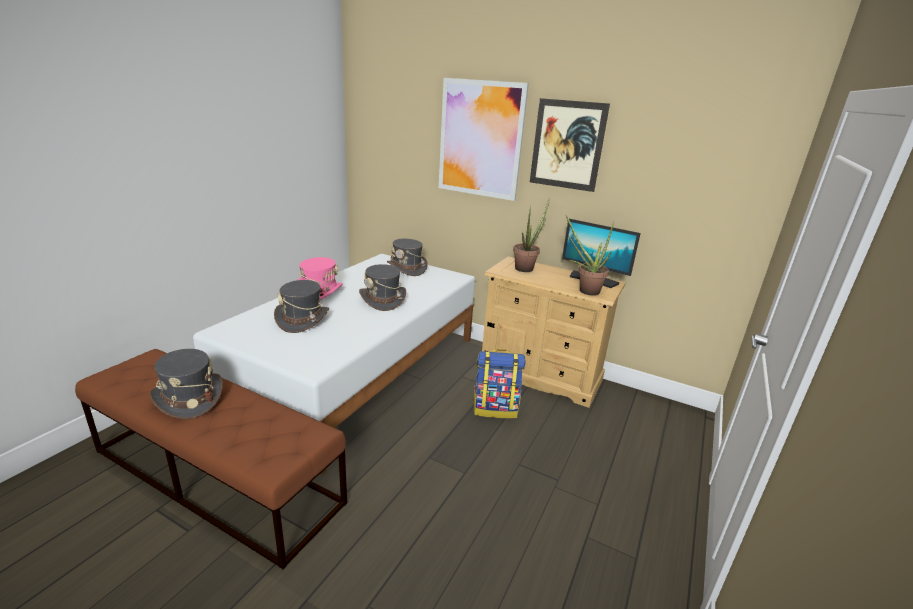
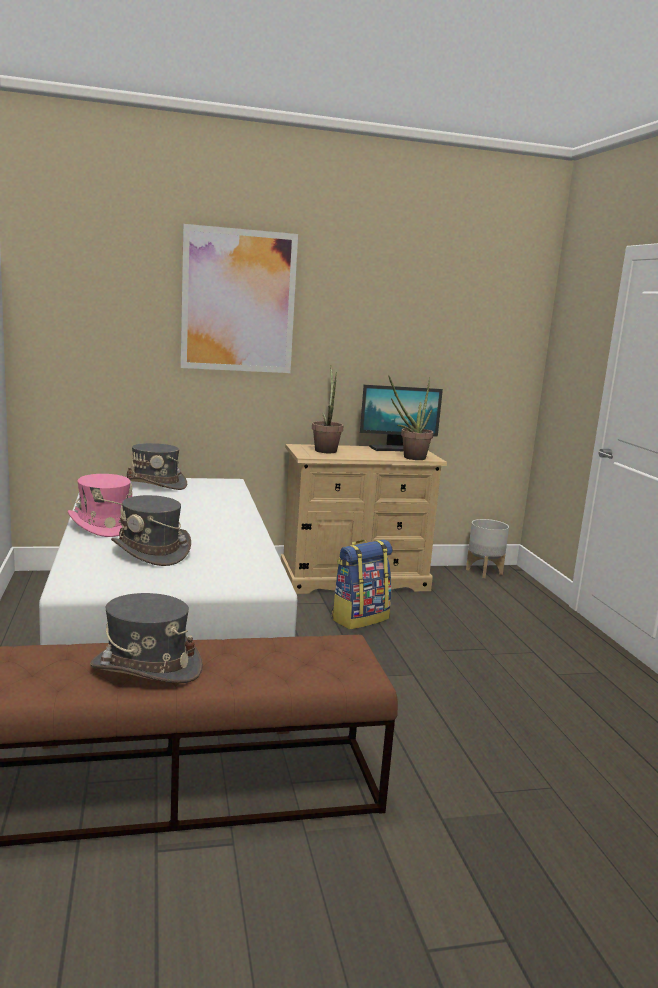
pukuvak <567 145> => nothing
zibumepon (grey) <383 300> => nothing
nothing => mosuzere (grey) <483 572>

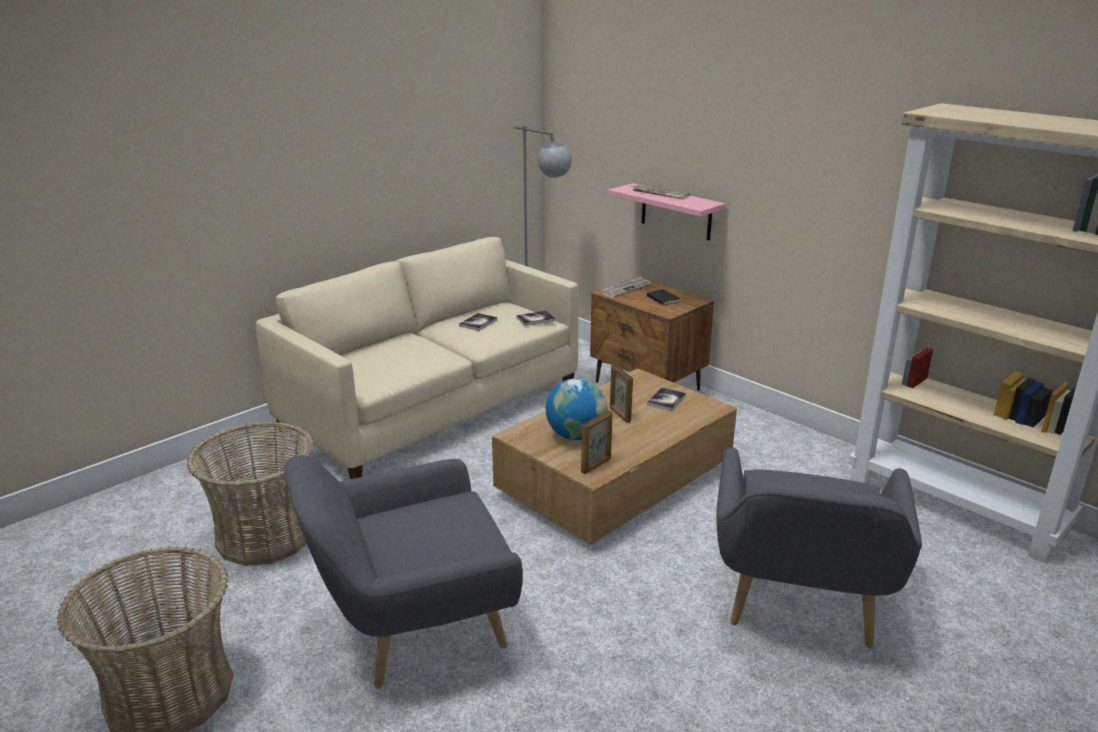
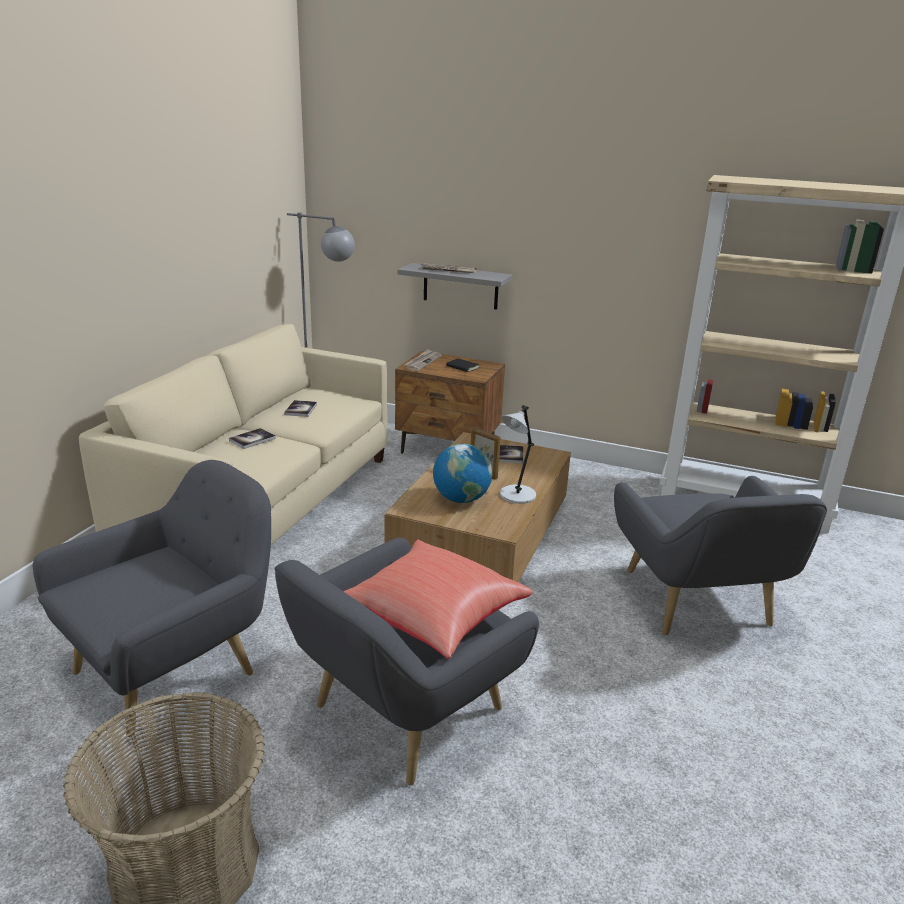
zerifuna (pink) <676 212> => zerifuna (grey) <460 286>
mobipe <535 319> => mobipe <252 439>, moved
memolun <596 465> => nothing
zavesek <266 535> => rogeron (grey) <174 666>
nothing => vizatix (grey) <516 496>
nothing => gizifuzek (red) <432 618>

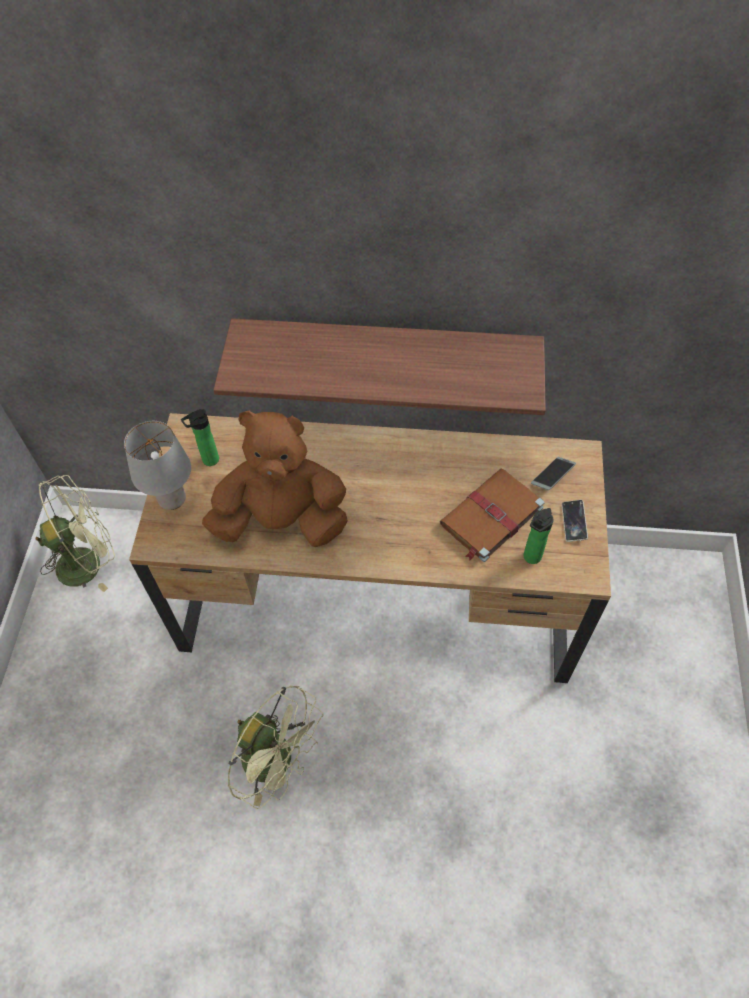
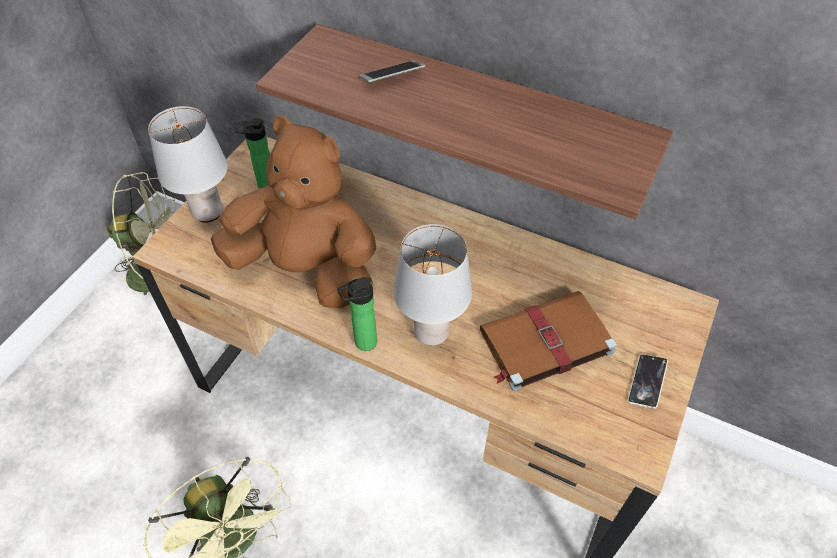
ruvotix <552 476> => ruvotix <392 77>, moved
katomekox <530 558> => katomekox <362 343>, moved
nothing => vizatix (grey) <430 332>

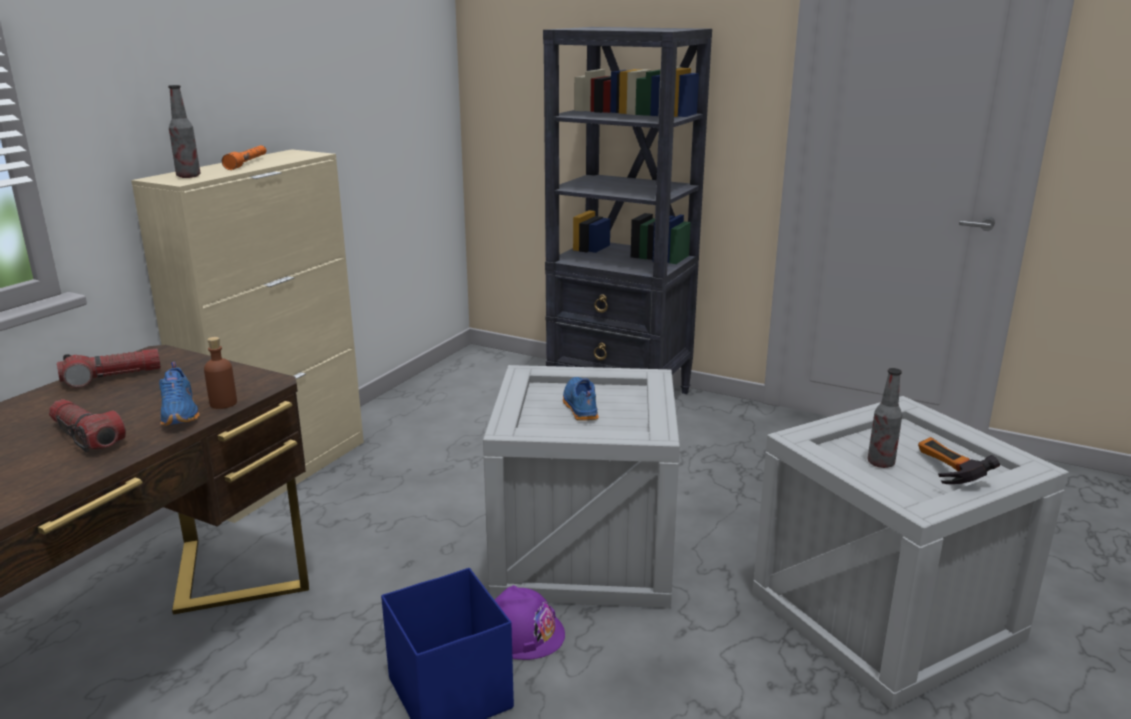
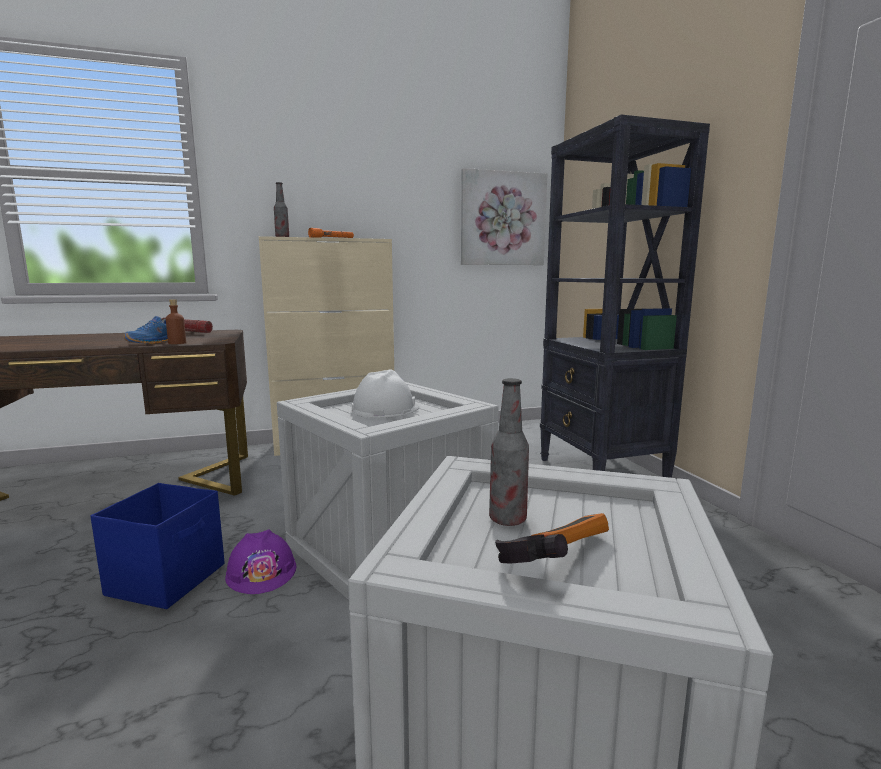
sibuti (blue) <579 407> => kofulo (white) <385 409>
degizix <86 436> => nothing
nothing => pukuvak <502 219>

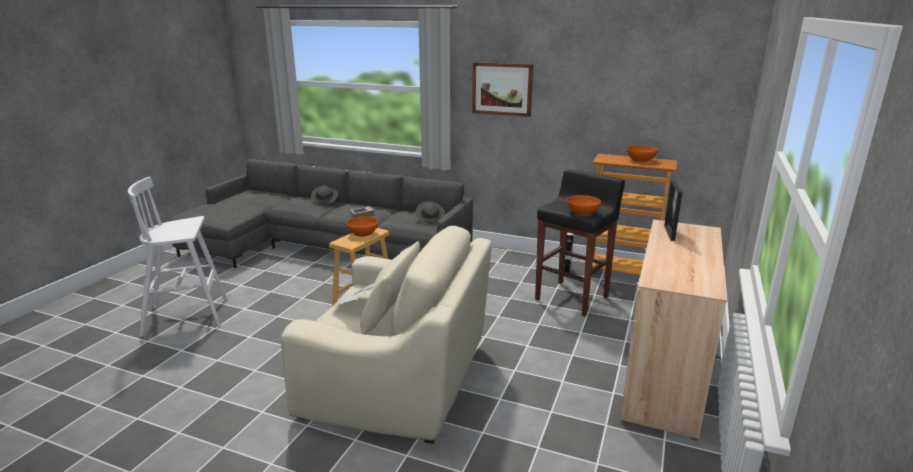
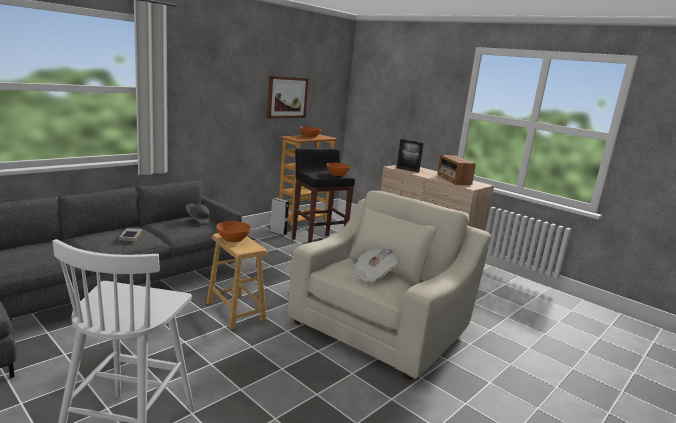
pukuvak <502 89> => pukuvak <287 97>, moved
zibumepon (grey) <325 201> => nothing
nothing => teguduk <453 180>

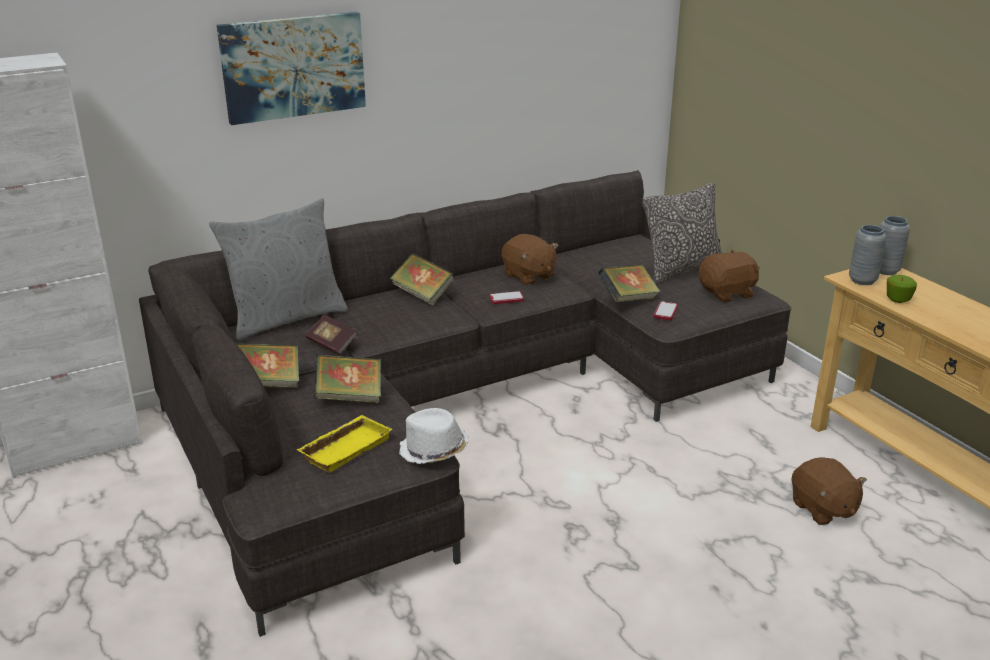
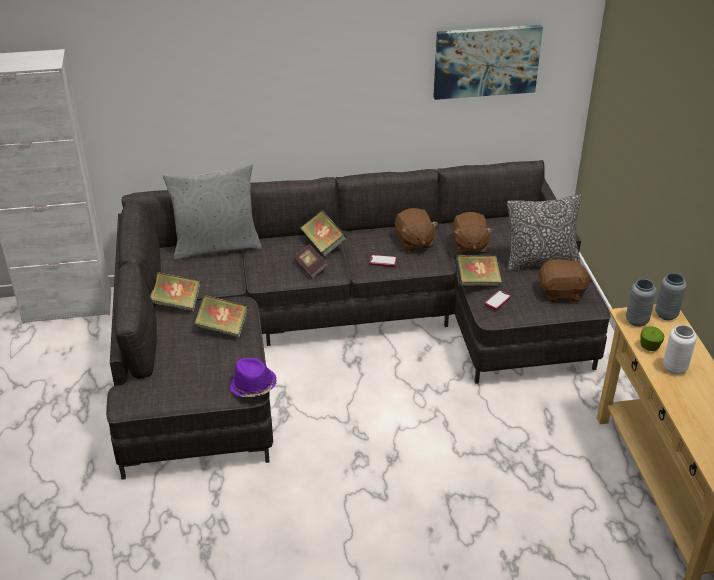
pukuvak <293 67> => pukuvak <486 61>, moved
mobipe <332 344> => mobipe <310 267>, moved
zibumepon (white) <433 450> => zibumepon (purple) <253 386>
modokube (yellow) <345 447> => nothing
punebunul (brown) <822 509> => punebunul (brown) <469 246>, moved
nothing => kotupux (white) <674 368>

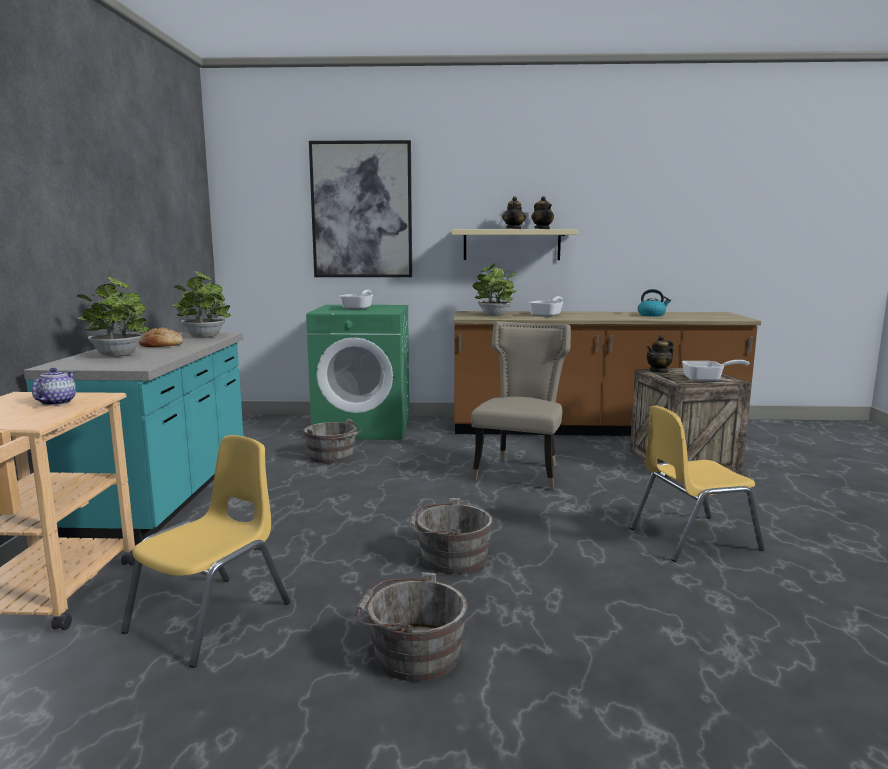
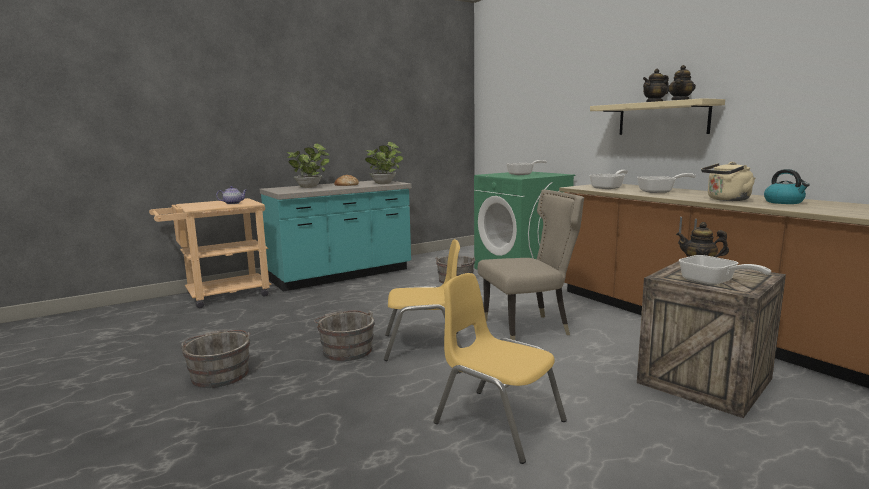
pukuvak <362 210> => nothing
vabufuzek <494 315> => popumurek <609 188>
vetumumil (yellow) <211 618> => vetumumil (yellow) <423 346>, moved
nothing => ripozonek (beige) <726 200>

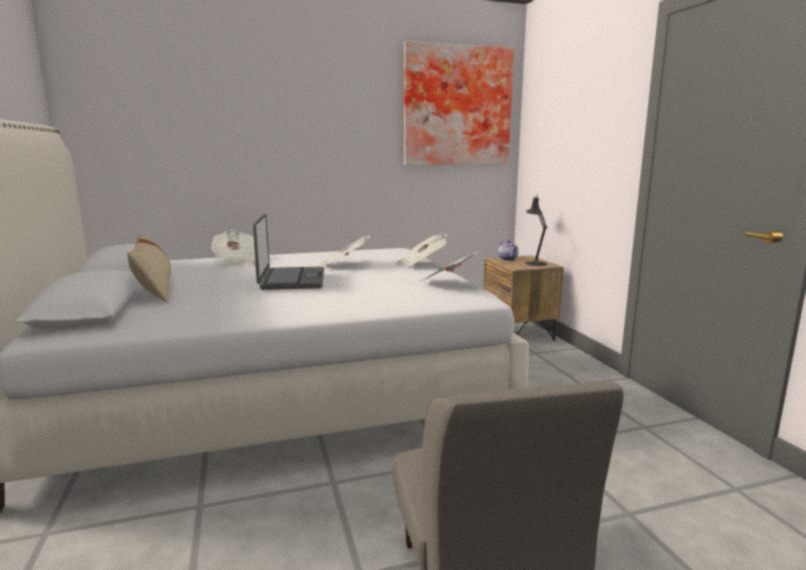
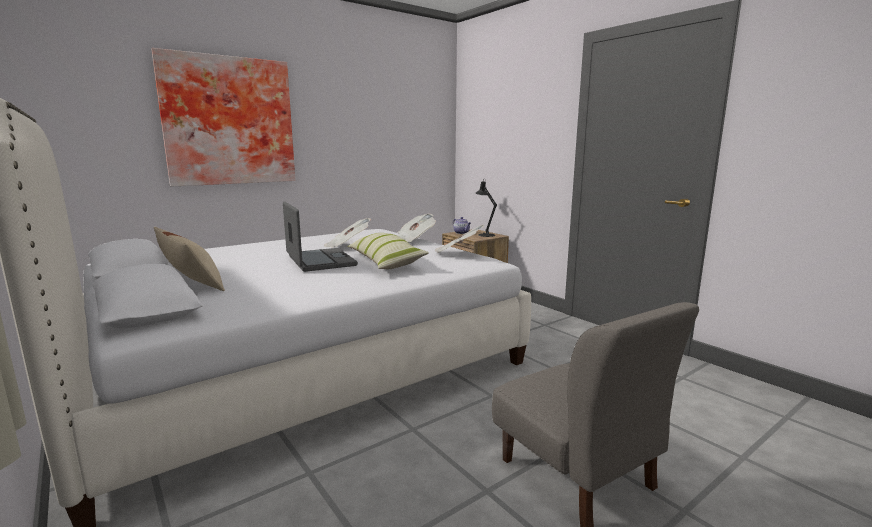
pukuvak <456 106> => pukuvak <229 121>, moved
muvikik <236 261> => nothing
nothing => gizifuzek <385 261>

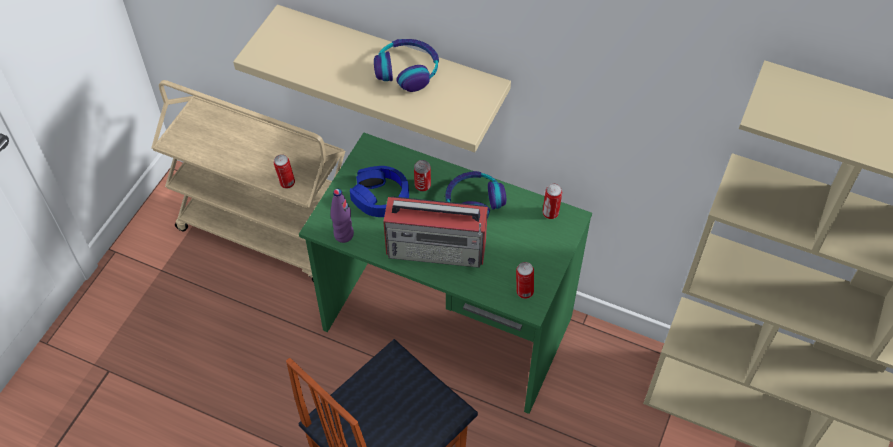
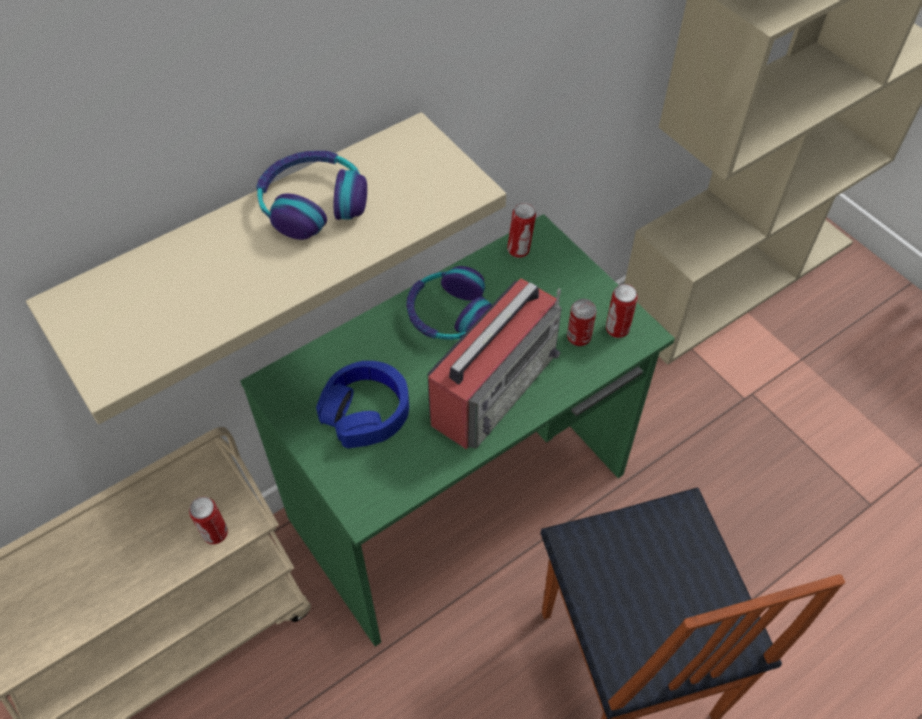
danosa <422 186> => danosa <578 338>, moved
katomekox (purple) <343 235> => nothing

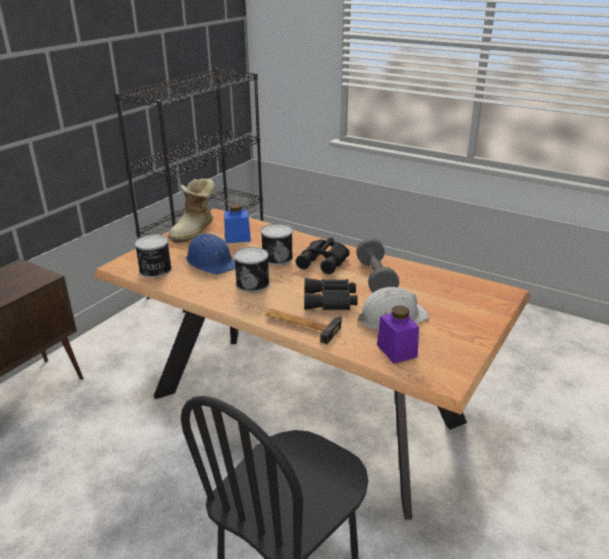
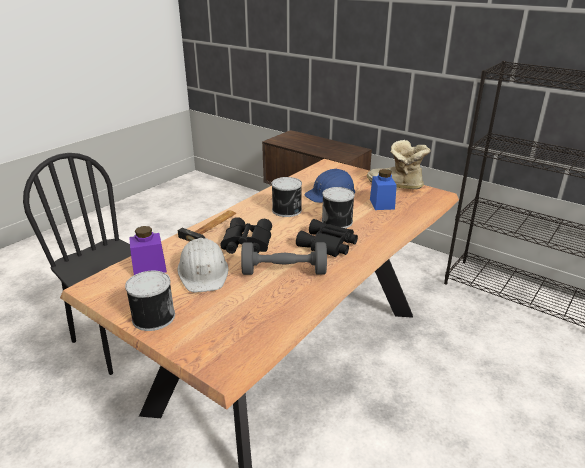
danosa <155 270> => danosa <152 317>, moved

